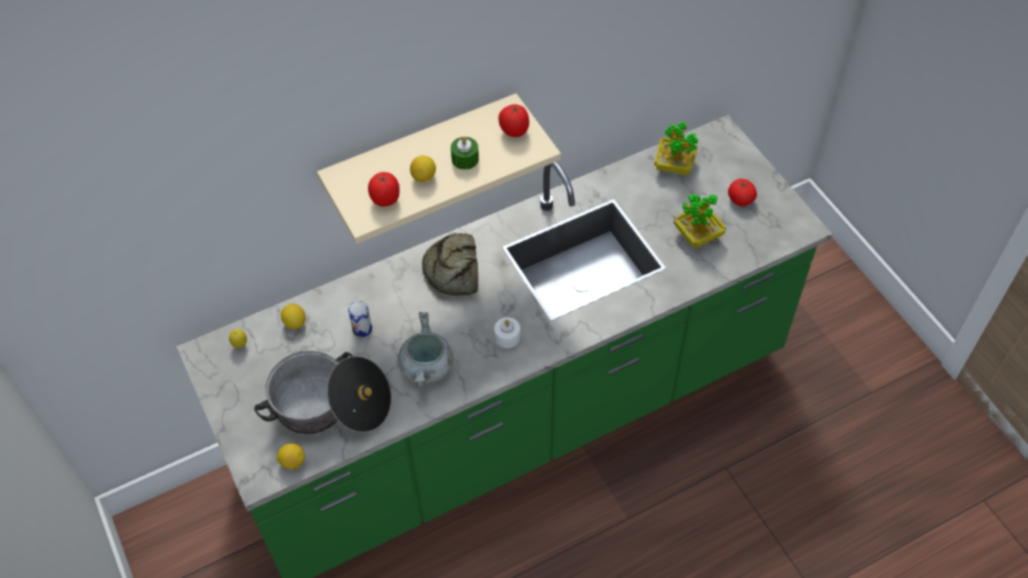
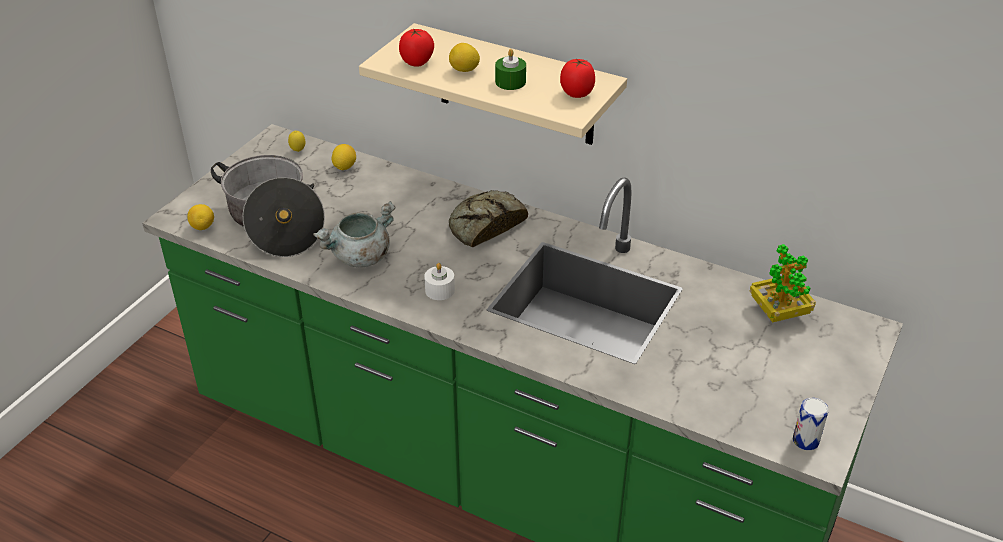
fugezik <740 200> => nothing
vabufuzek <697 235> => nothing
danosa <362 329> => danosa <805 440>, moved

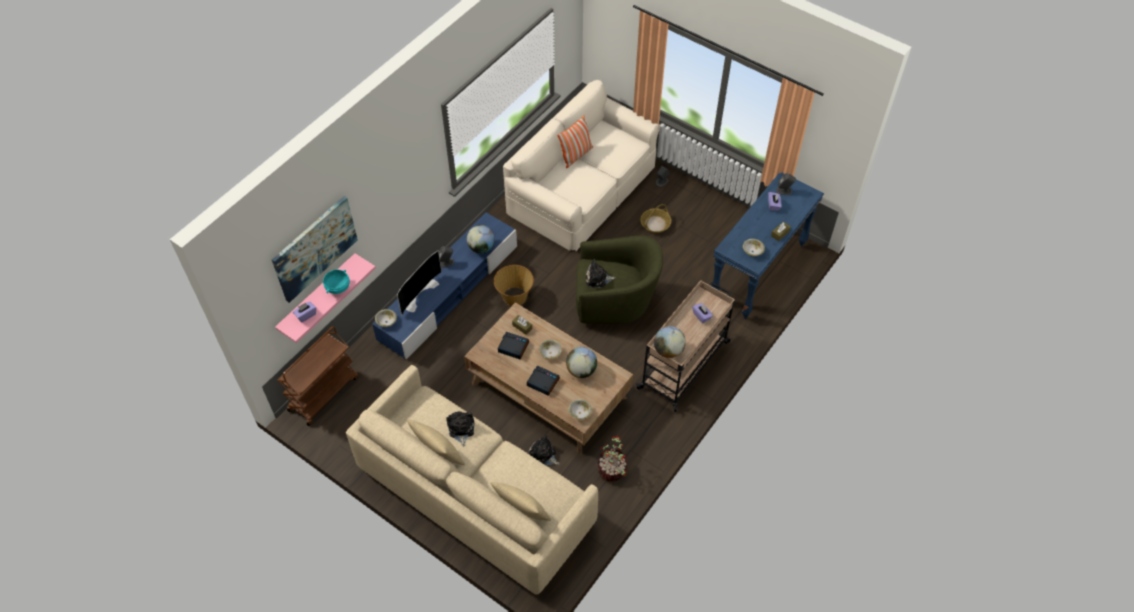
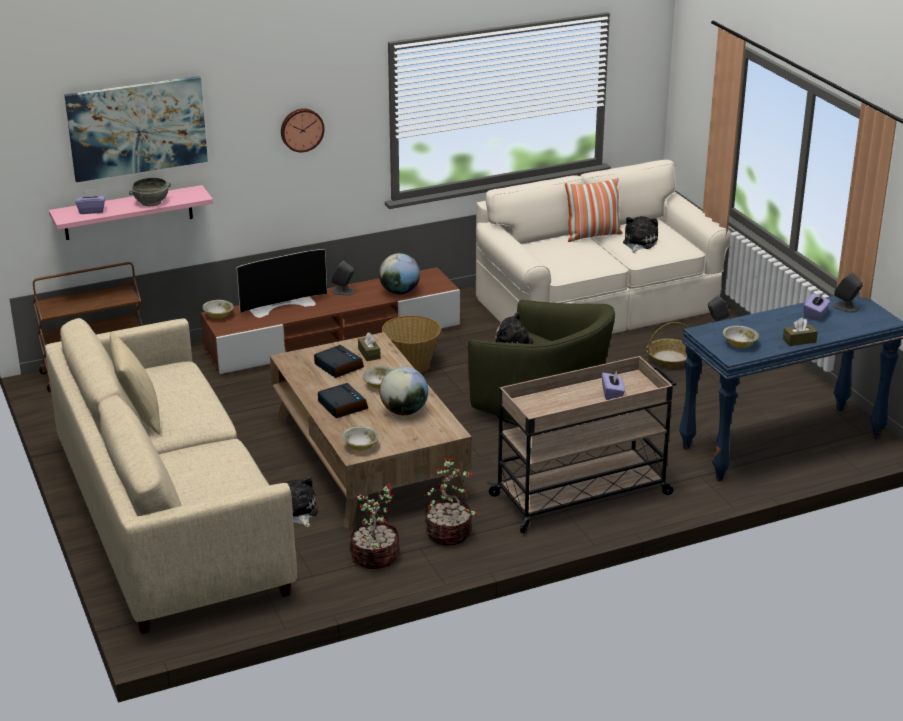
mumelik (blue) <449 292> => mumelik (brown) <334 338>
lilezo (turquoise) <338 288> => lilezo (grey) <151 202>
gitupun <668 350> => nothing
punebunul <461 429> => punebunul <639 242>, moved
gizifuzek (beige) <522 512> => nothing
nothing => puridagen <301 129>
nothing => vabufuzek <450 534>

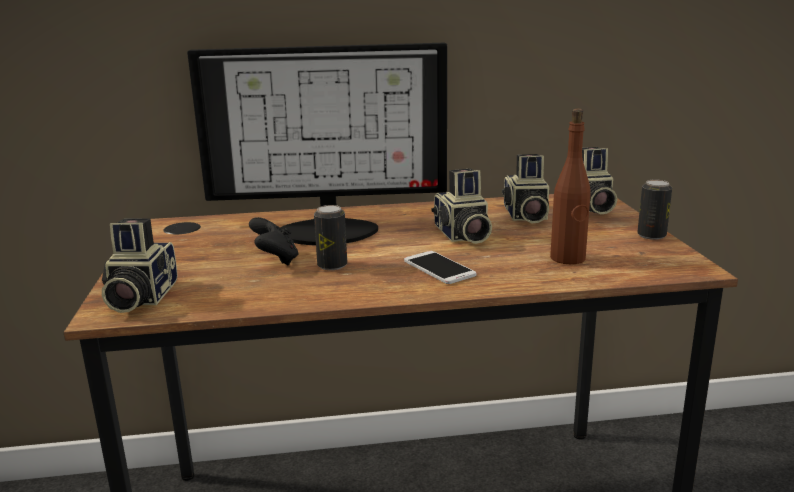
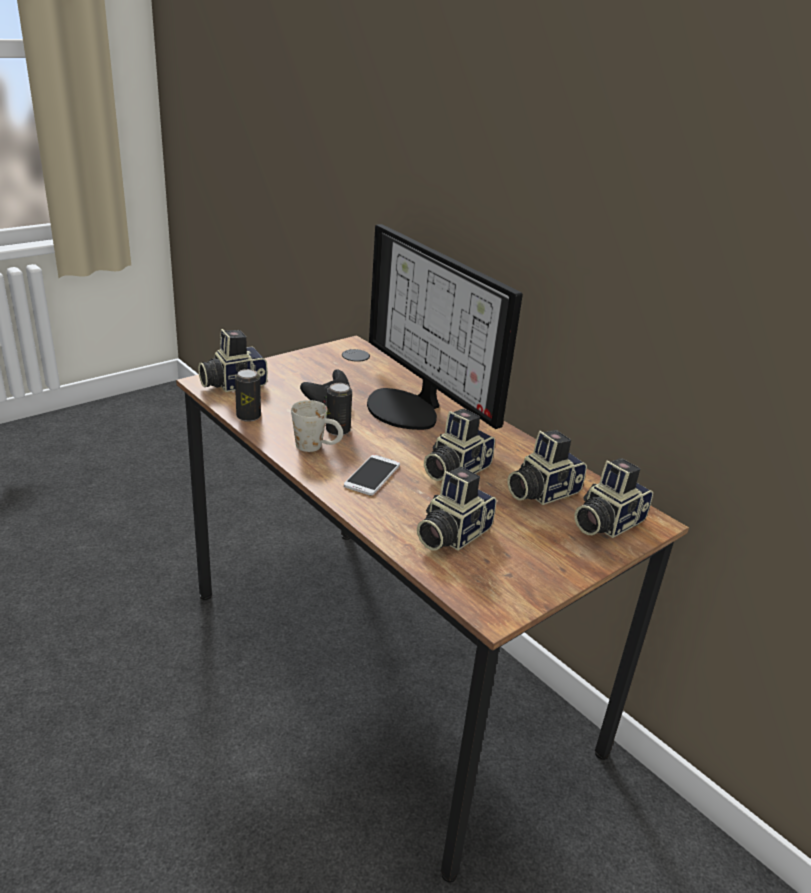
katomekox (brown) <568 258> => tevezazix <451 534>
danosa <651 235> => danosa <248 416>, moved
nothing => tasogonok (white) <317 447>

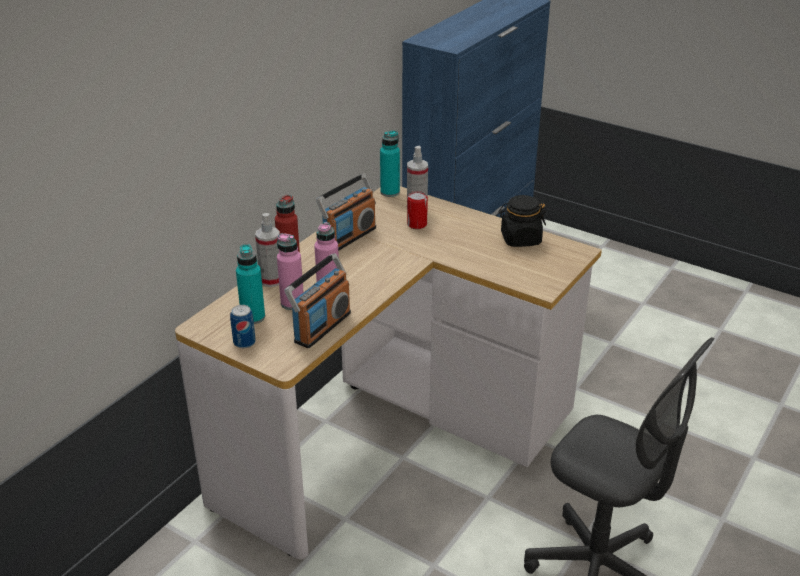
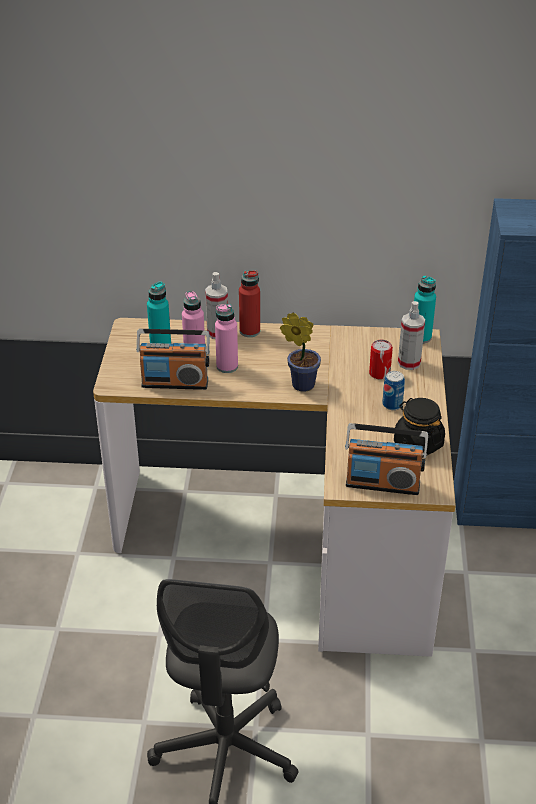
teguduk <349 237> => teguduk <382 484>, moved
danosa <244 342> => danosa <392 404>, moved
nothing => vabufuzek <300 384>

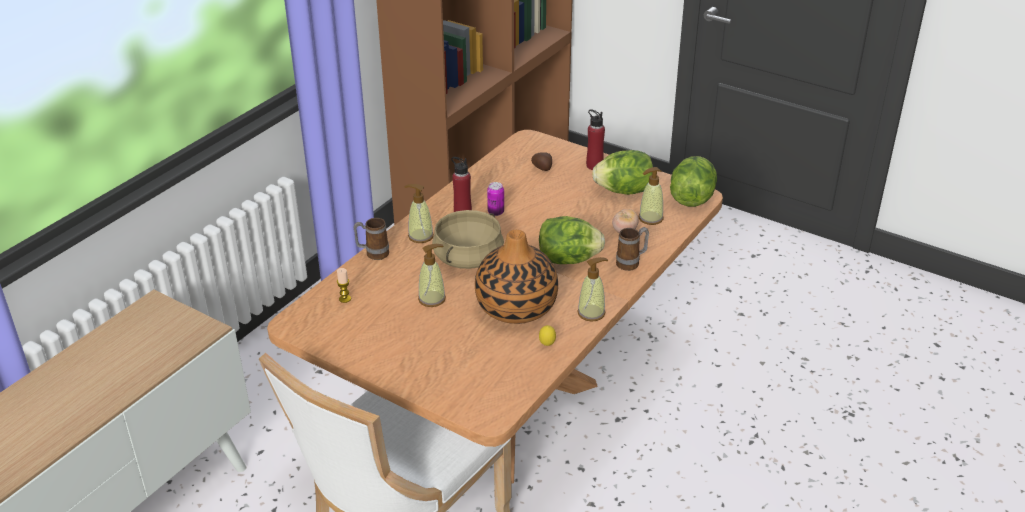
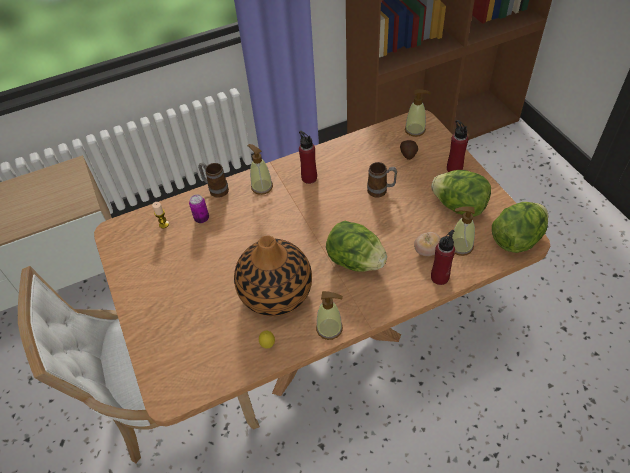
danosa <496 212> => danosa <202 218>, moved
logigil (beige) <469 258> => nothing
tasogonok <631 263> => tasogonok <381 191>, moved
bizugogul <432 299> => bizugogul <415 130>, moved
nothing => katomekox (red) <440 277>

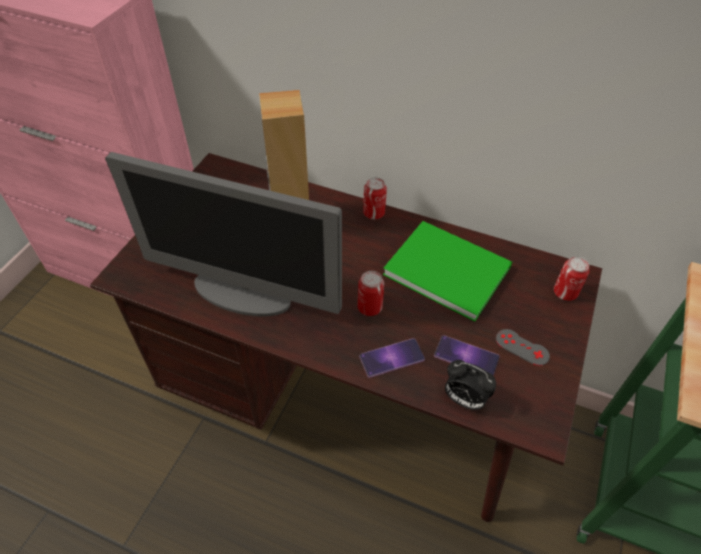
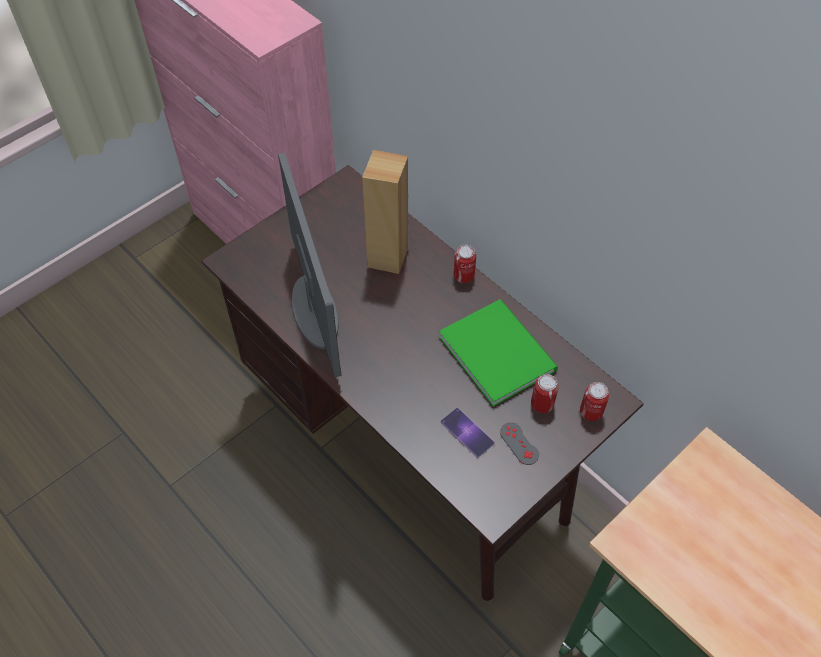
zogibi <243 293> => zogibi <314 311>, 150 degrees counterclockwise
danosa <369 307> => danosa <542 404>, moved
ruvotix <392 358> => nothing
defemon <464 399> => nothing

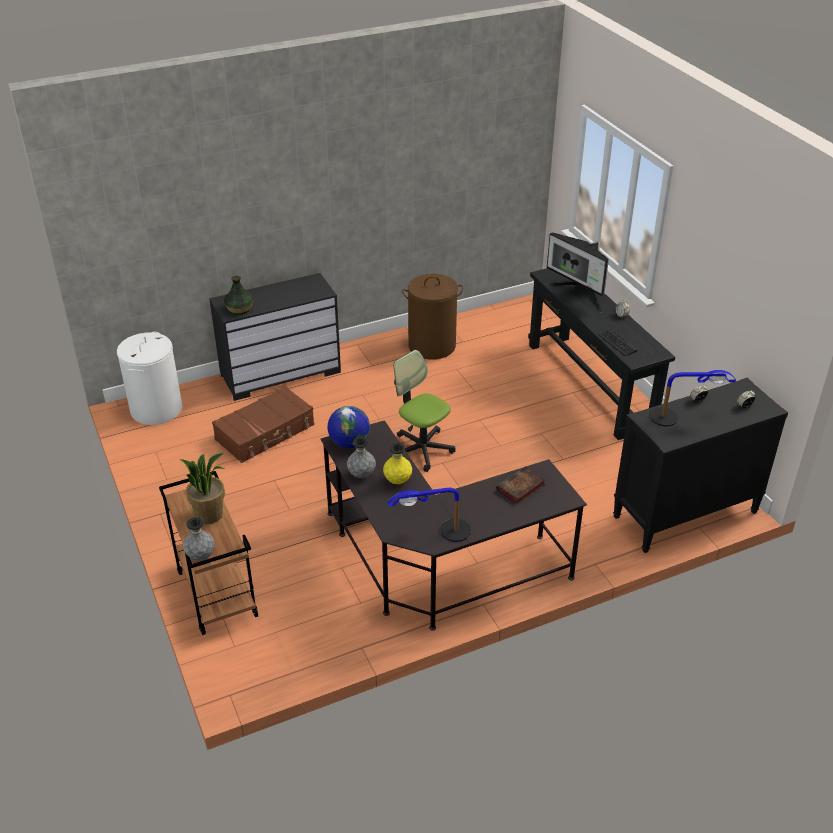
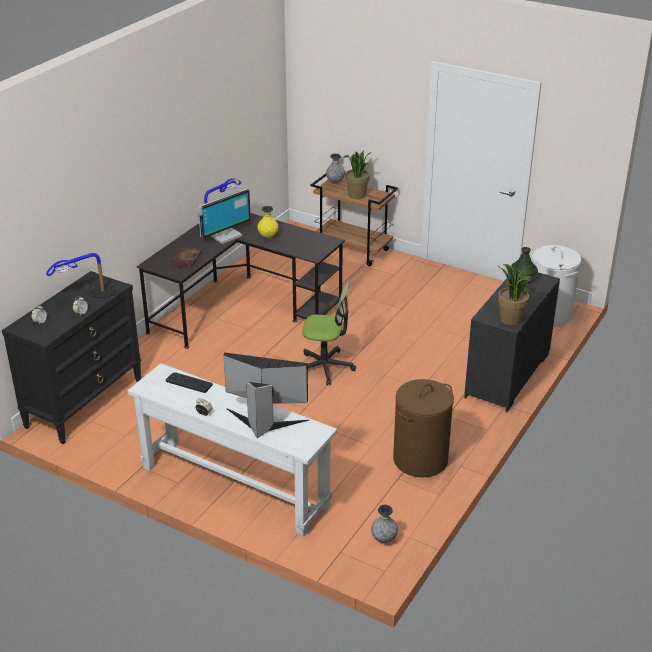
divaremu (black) <589 384> => divaremu (white) <234 486>
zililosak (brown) <265 433> => nothing
gitupun <349 443> => nothing
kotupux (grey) <361 475> => kotupux (grey) <384 539>, moved
nothing => zogibi <226 235>
nothing => vabufuzek <510 319>

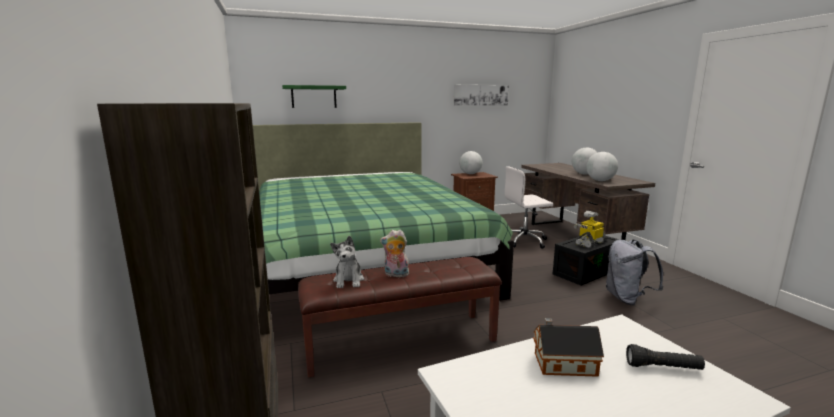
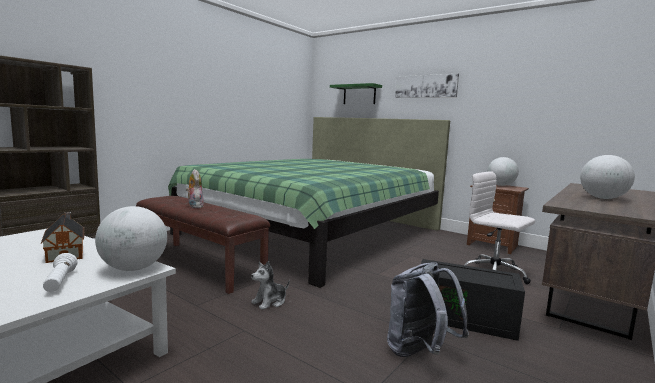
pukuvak <481 95> => pukuvak <426 86>, moved
gitupun <600 180> => gitupun <134 268>, moved
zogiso <589 243> => nothing
punebunul <349 280> => punebunul <270 302>, moved
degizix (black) <663 368> => degizix (white) <60 282>

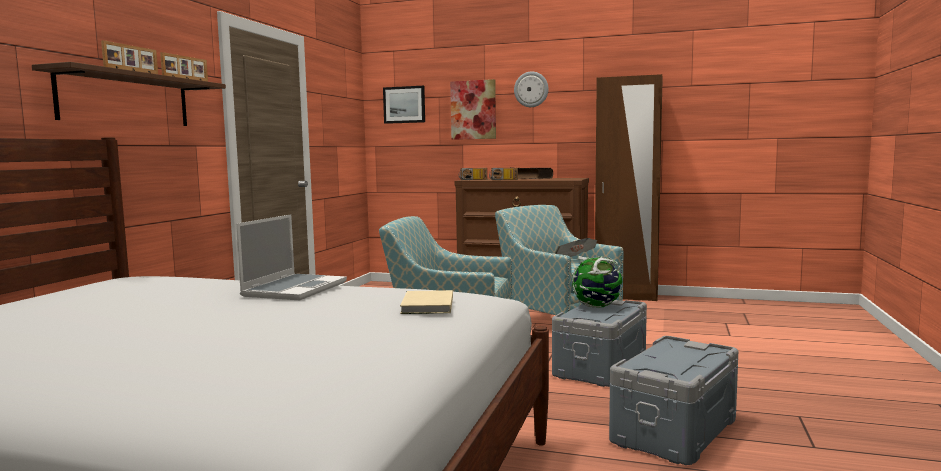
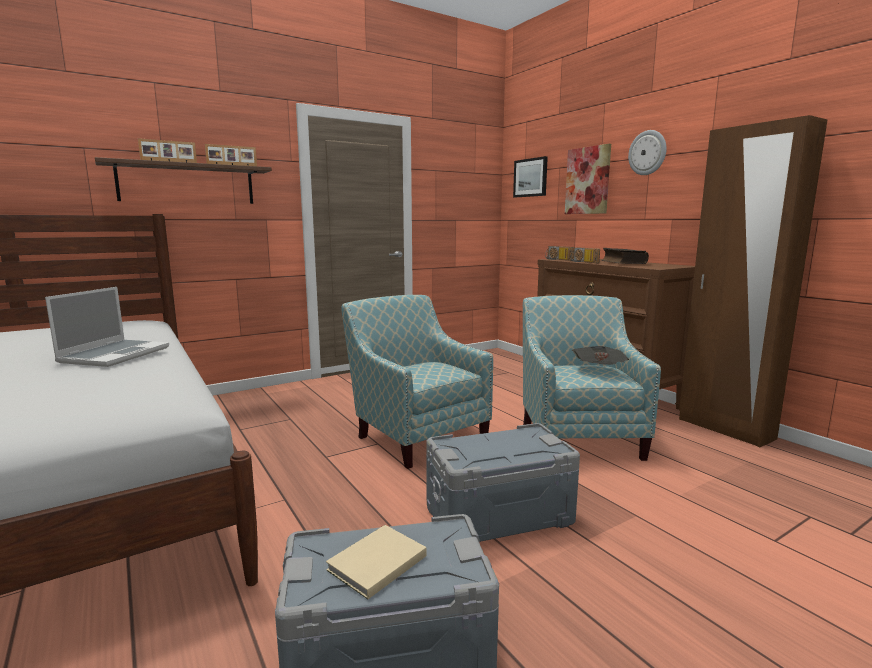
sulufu <295 289> => sulufu <115 354>, 45 degrees counterclockwise
gitupun <597 307> => nothing
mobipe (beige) <426 306> => mobipe (beige) <374 563>, moved

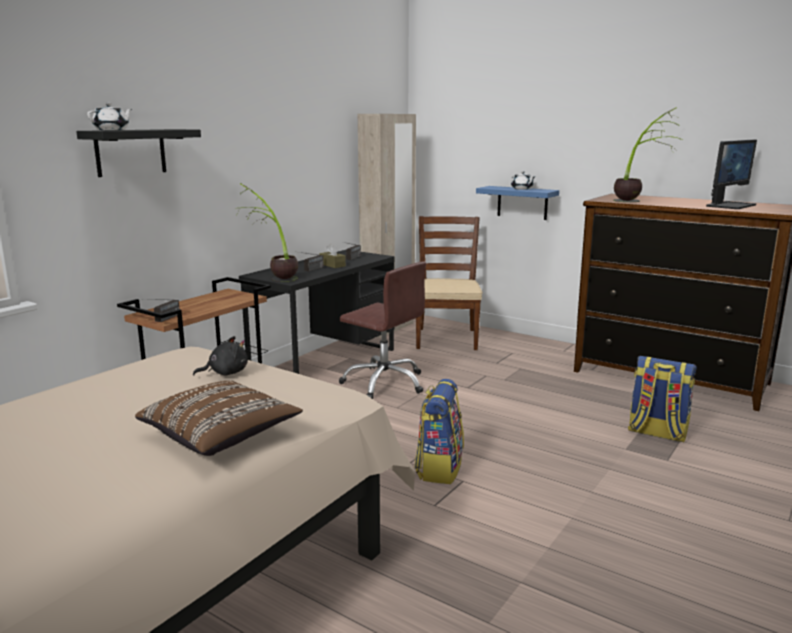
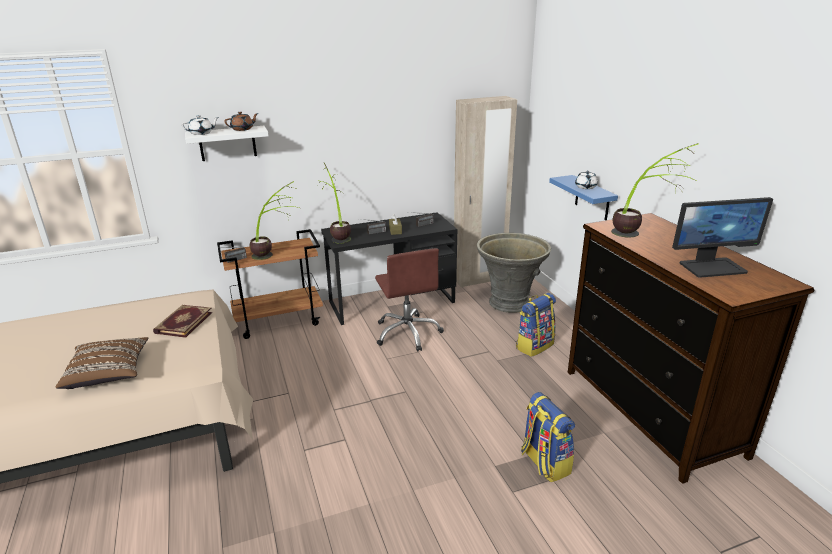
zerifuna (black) <130 152> => zerifuna (white) <227 143>
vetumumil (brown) <446 338> => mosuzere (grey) <509 303>
punebunul (black) <225 373> => mobipe <183 322>
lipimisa <439 468> => lipimisa <534 345>, moved
nothing => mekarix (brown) <243 129>
nothing => vabufuzek <275 253>

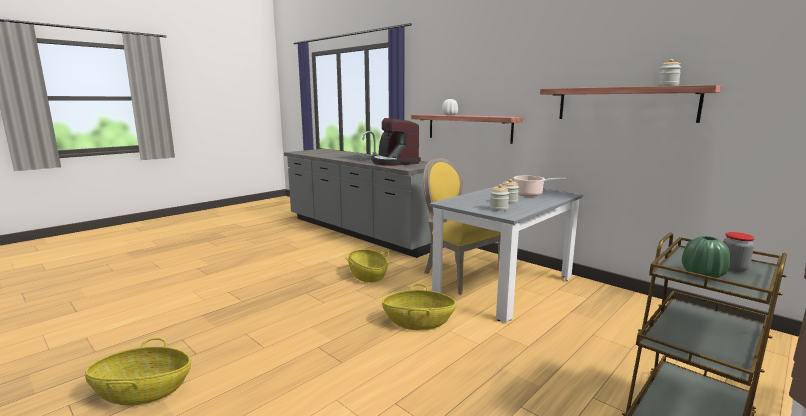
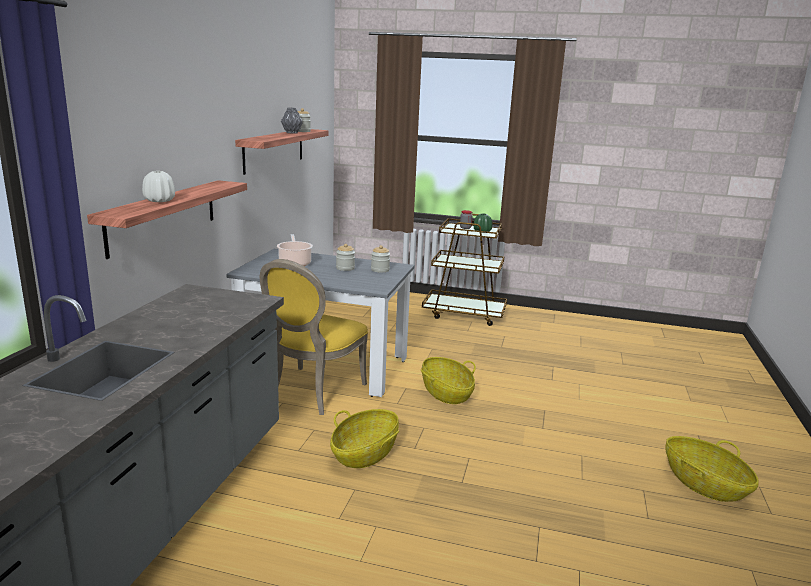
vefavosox <394 162> => nothing
nothing => kotupux (grey) <291 133>

